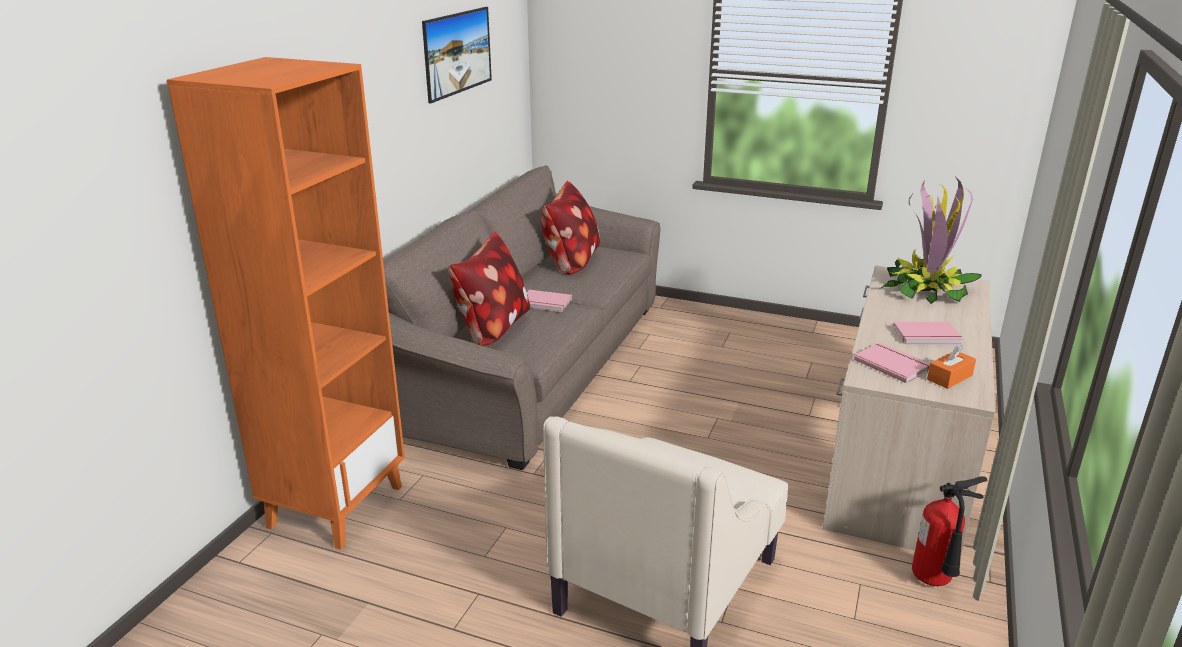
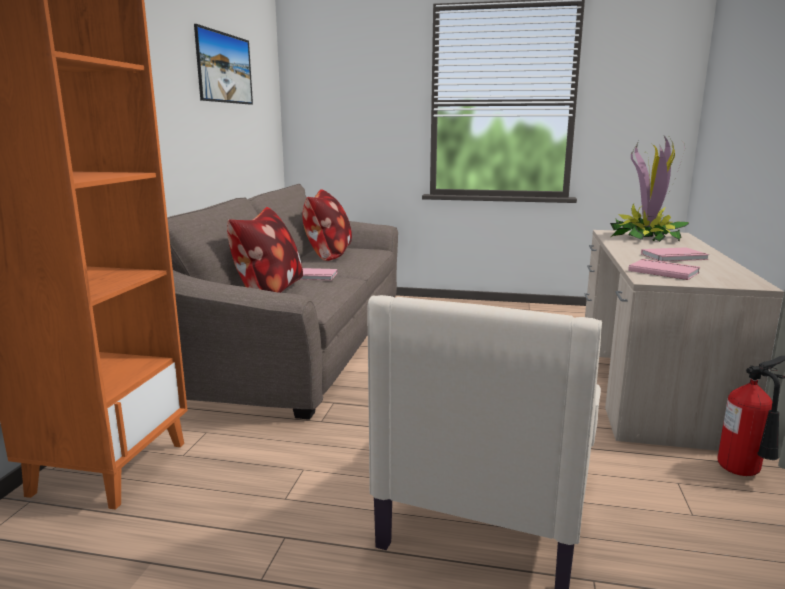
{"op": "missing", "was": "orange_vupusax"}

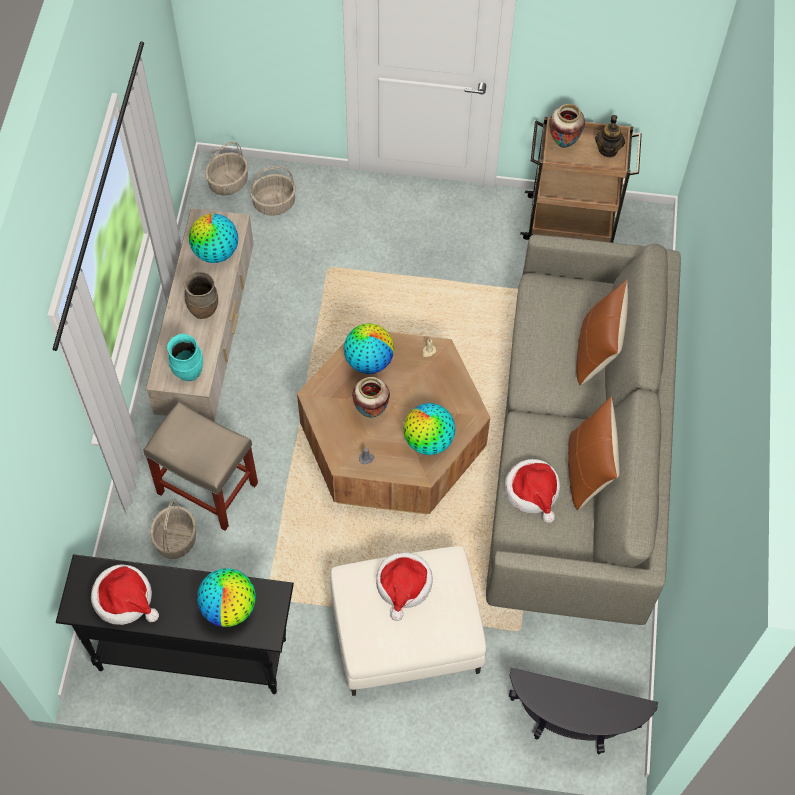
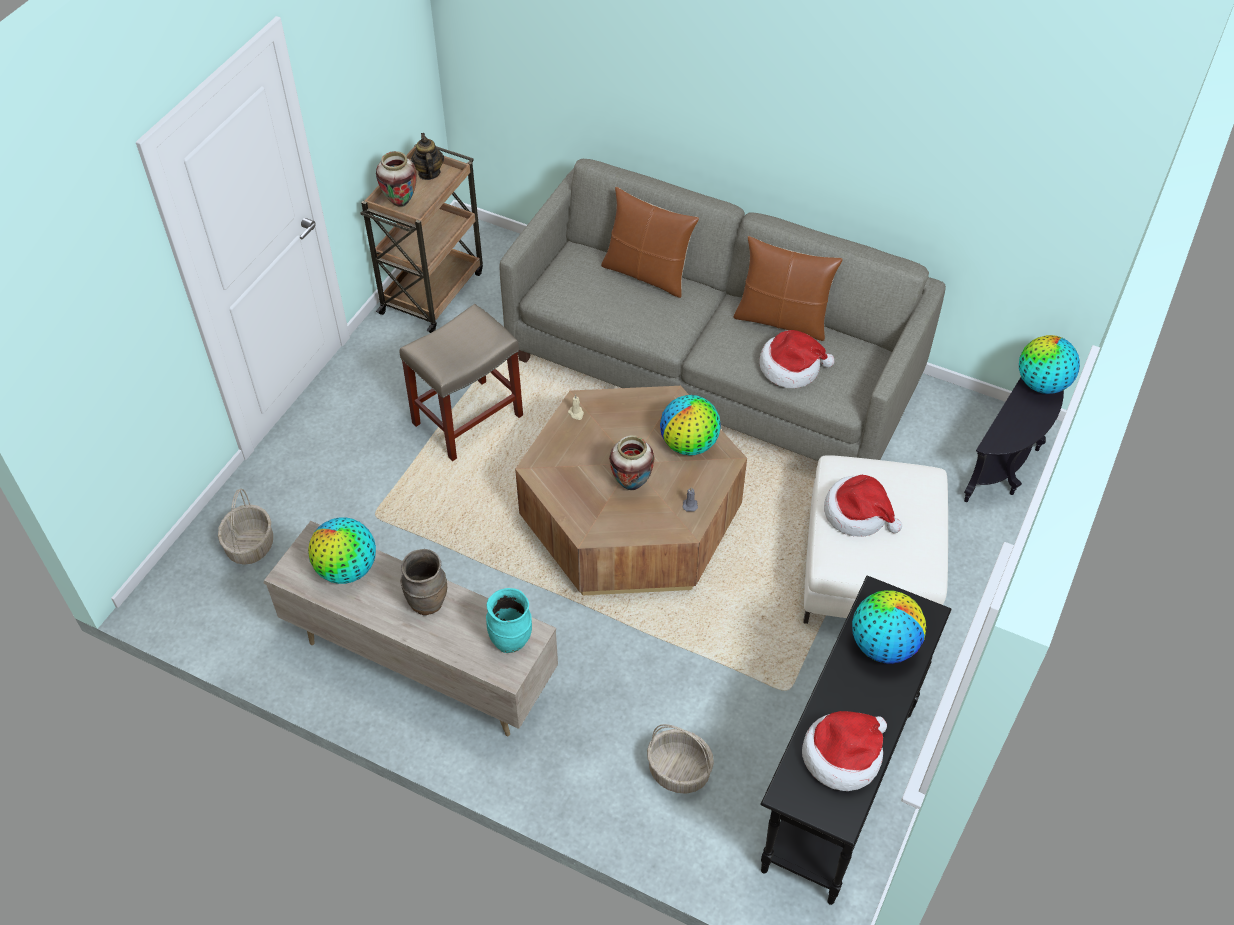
{"op": "relocated", "was": "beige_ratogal"}
{"op": "spun", "was": "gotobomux", "clockwise": -135}
{"op": "relocated", "was": "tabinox (no. 3 from left in the first image)", "now": "tabinox (no. 4 from left)"}
{"op": "missing", "was": "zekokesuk (no. 2 from left)"}

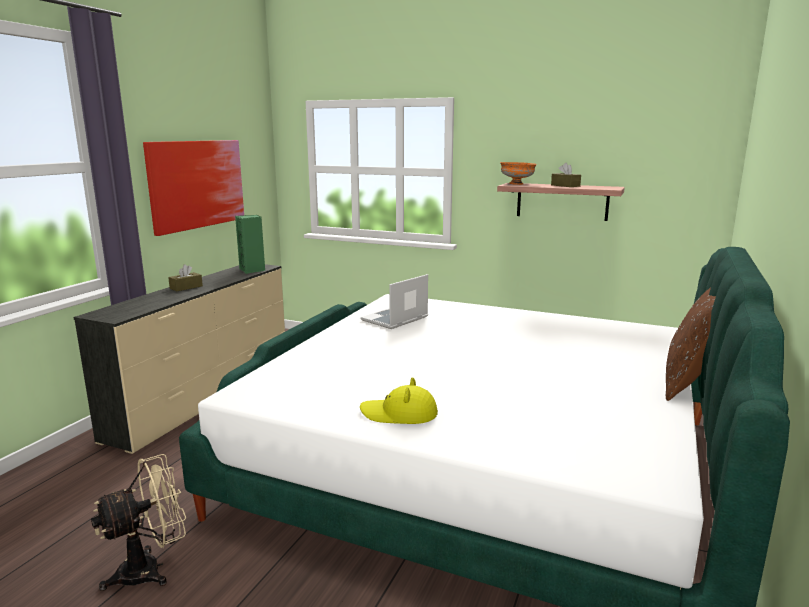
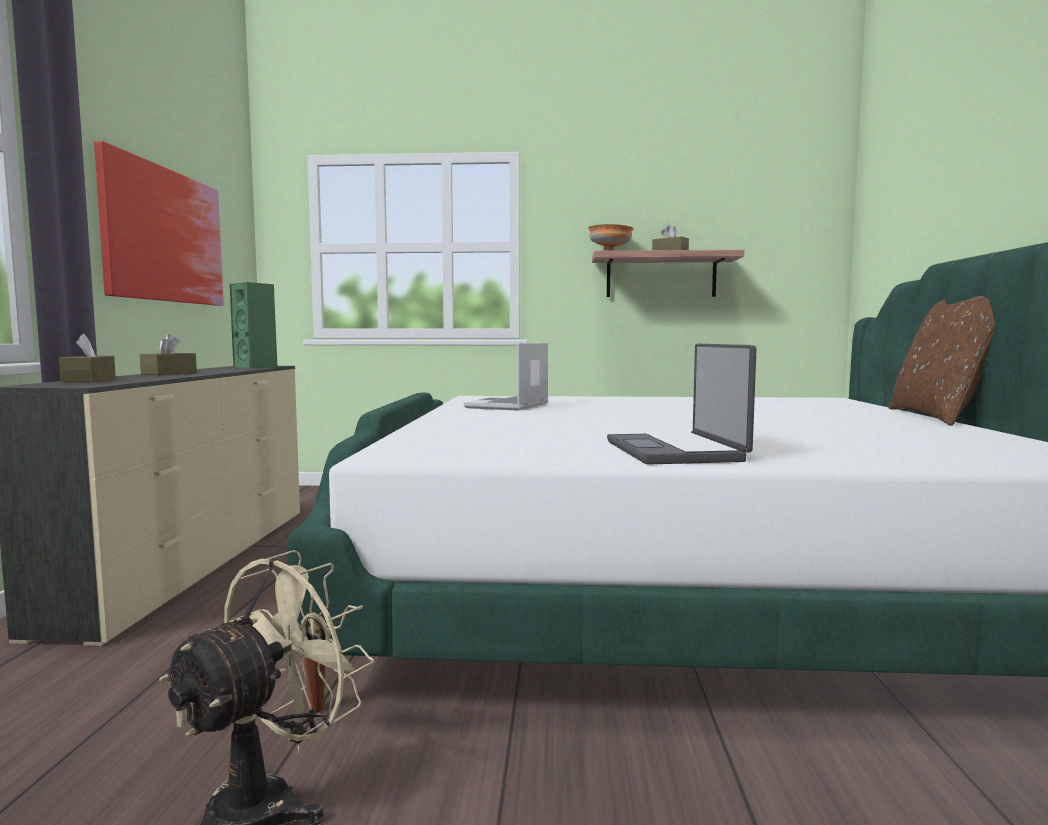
{"op": "appeared", "now": "brown_vupusax (no. 1 from left)"}
{"op": "exchanged", "was": "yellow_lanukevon", "now": "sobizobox (no. 2 from left)"}

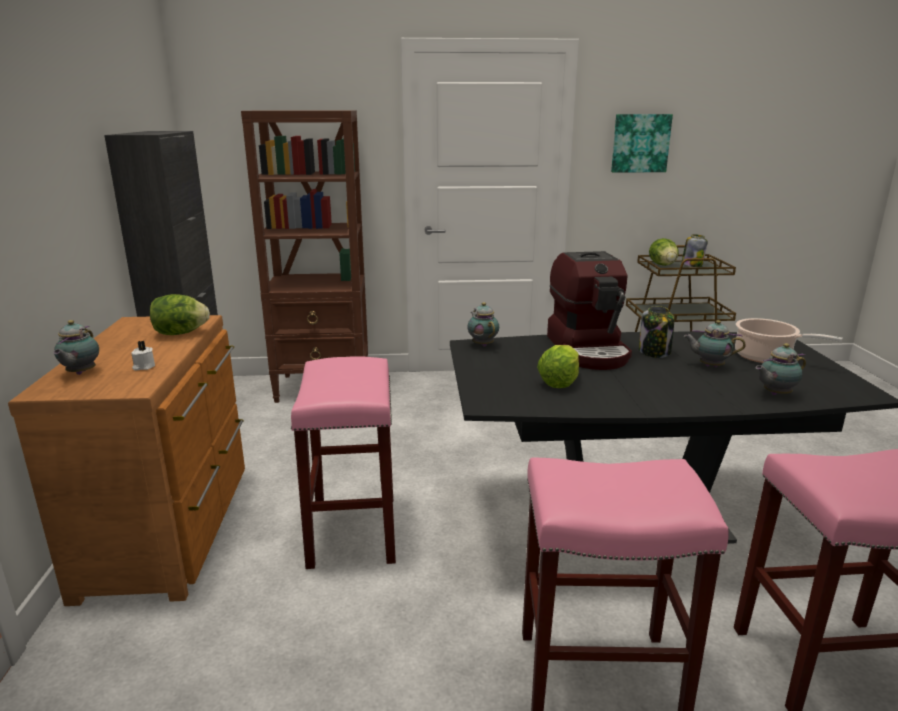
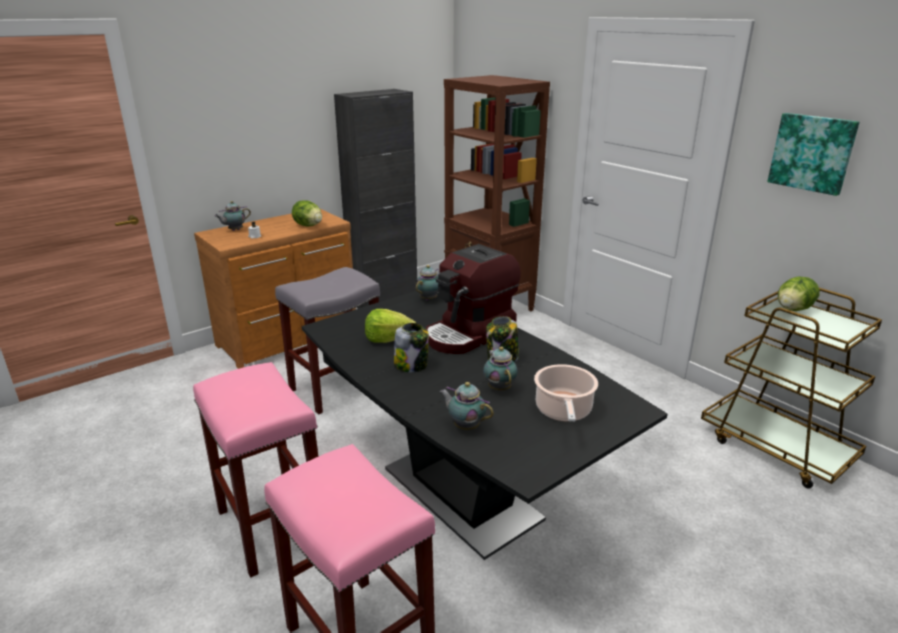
{"op": "colour", "was": "pink_ratogal (no. 1 from left)", "now": "grey_ratogal"}
{"op": "relocated", "was": "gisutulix (no. 2 from left in the first image)", "now": "gisutulix (no. 1 from left)"}

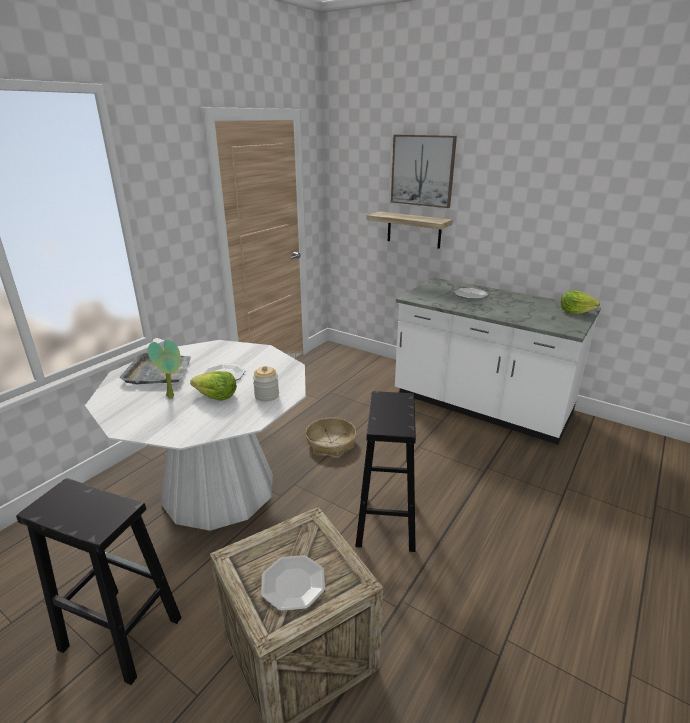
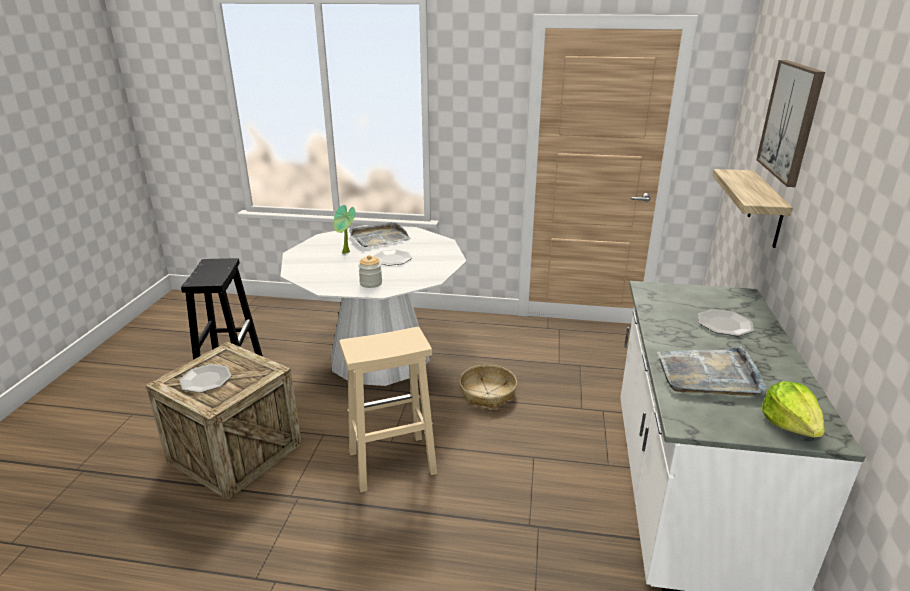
{"op": "colour", "was": "black_ratogal (no. 2 from left)", "now": "beige_ratogal"}
{"op": "appeared", "now": "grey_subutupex (no. 2 from left)"}
{"op": "missing", "was": "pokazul (no. 1 from left)"}

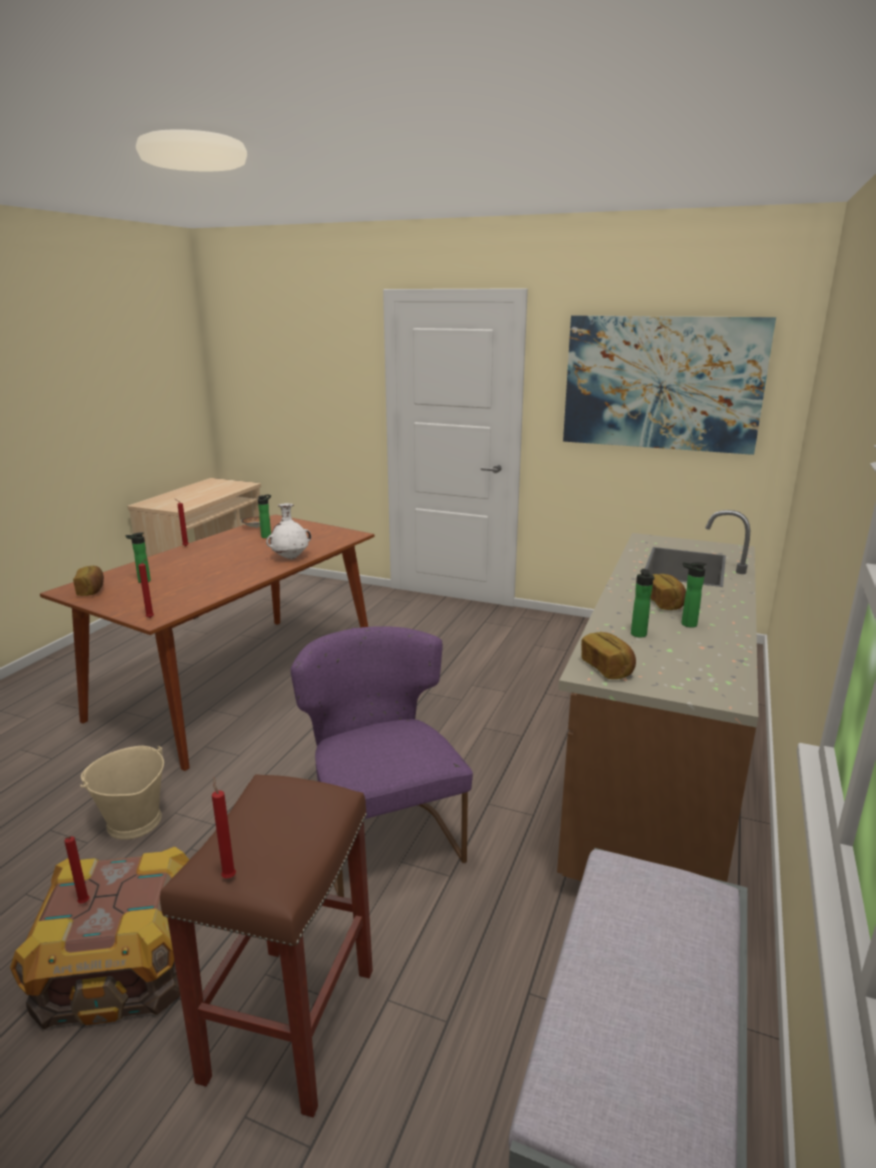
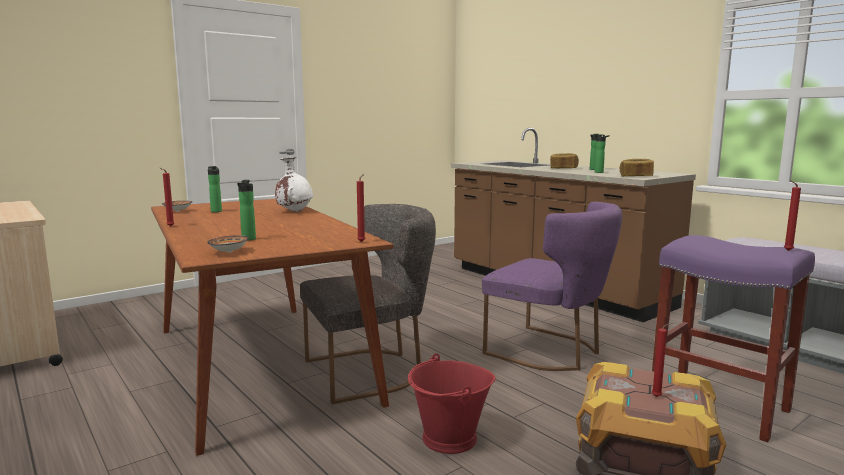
{"op": "exchanged", "was": "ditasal (no. 1 from left)", "now": "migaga (no. 2 from left)"}
{"op": "appeared", "now": "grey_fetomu"}
{"op": "colour", "was": "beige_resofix", "now": "red_resofix"}
{"op": "spun", "was": "purple_fetomu", "clockwise": -150}
{"op": "colour", "was": "brown_ratogal", "now": "purple_ratogal"}
{"op": "missing", "was": "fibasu"}

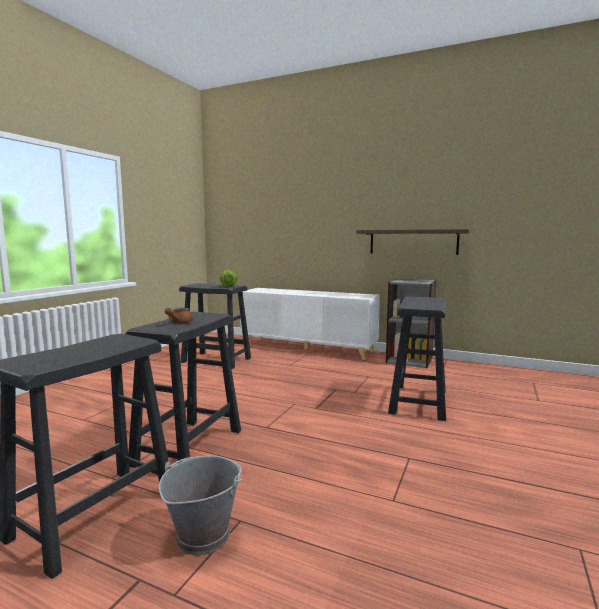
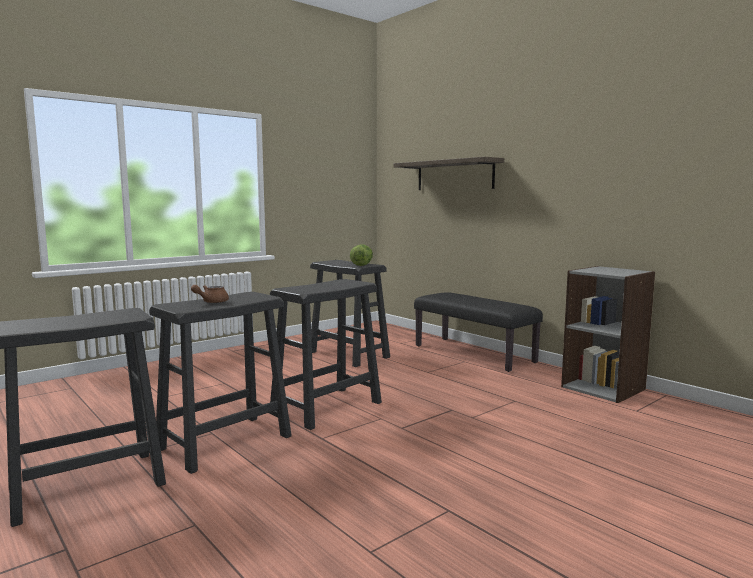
{"op": "relocated", "was": "black_ratogal (no. 4 from left in the first image)", "now": "black_ratogal (no. 3 from left)"}
{"op": "relocated", "was": "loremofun"}
{"op": "exchanged", "was": "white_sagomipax", "now": "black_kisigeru"}
{"op": "missing", "was": "grey_resofix"}

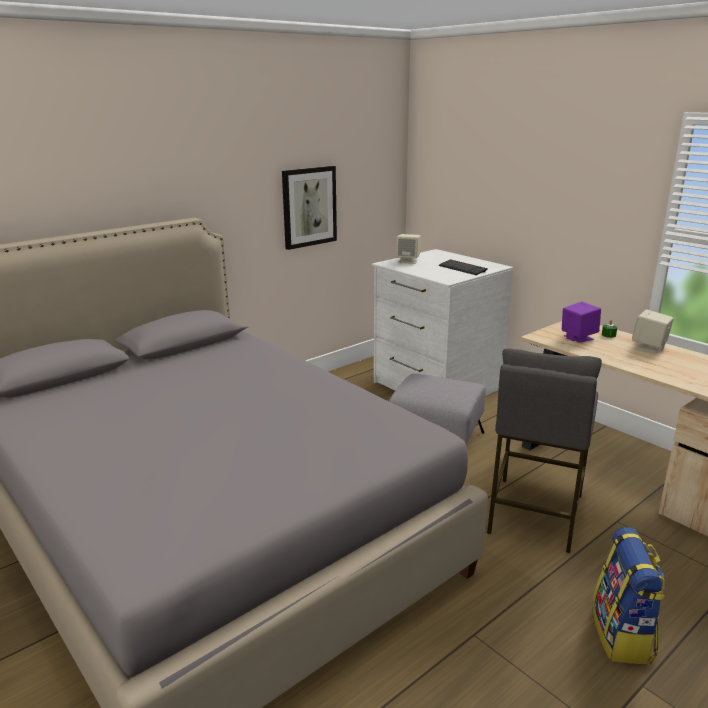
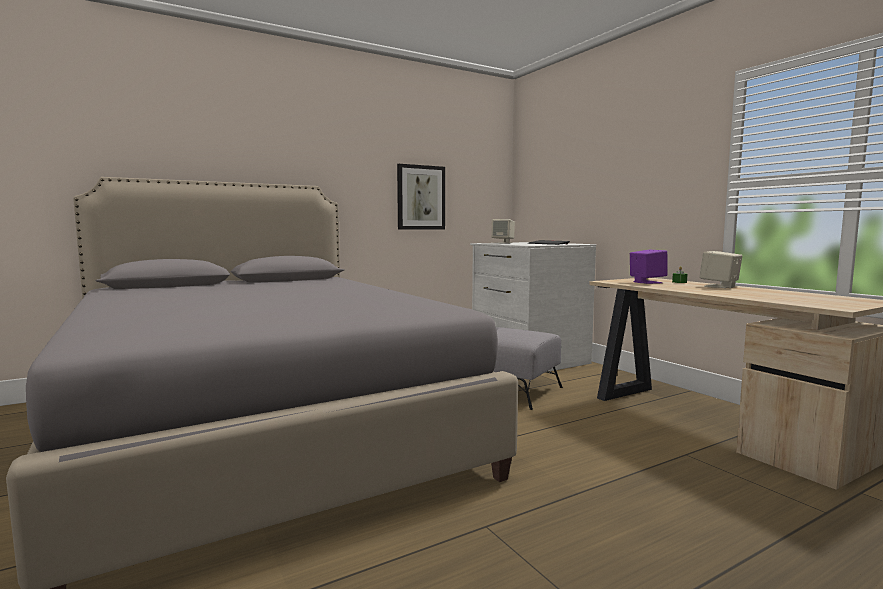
{"op": "missing", "was": "grey_ratogal"}
{"op": "missing", "was": "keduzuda"}

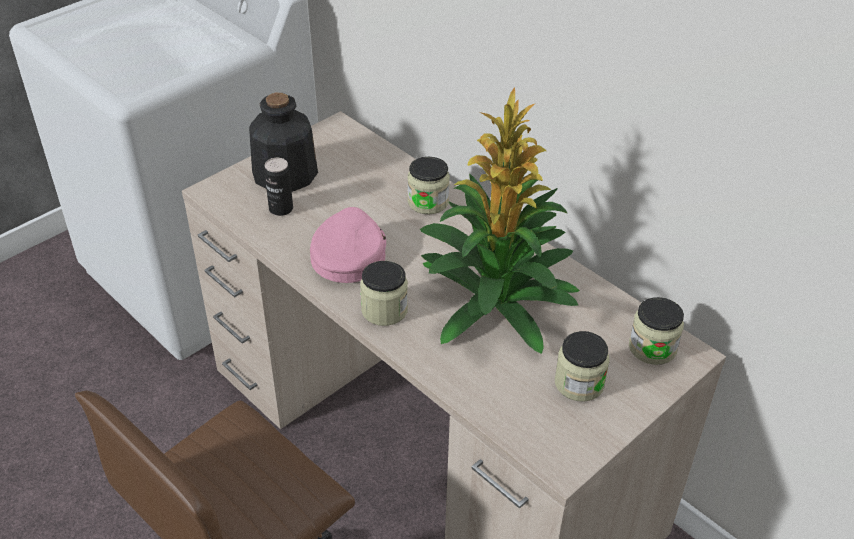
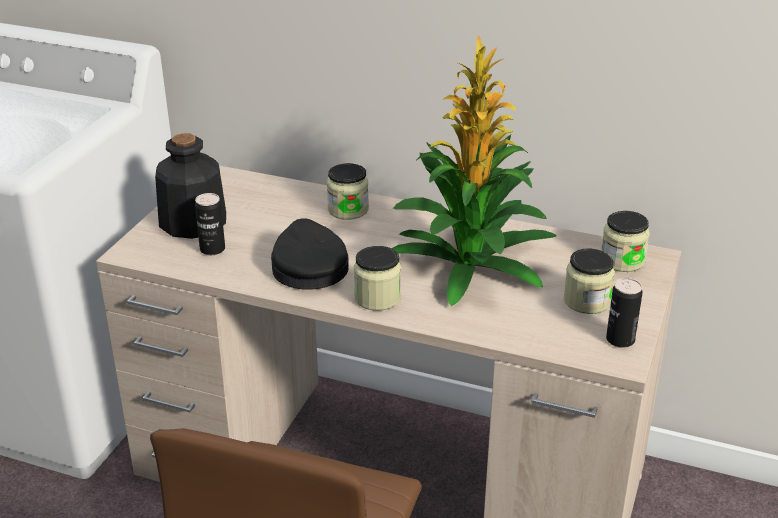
{"op": "colour", "was": "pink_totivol", "now": "black_totivol"}
{"op": "appeared", "now": "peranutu (no. 2 from left)"}

